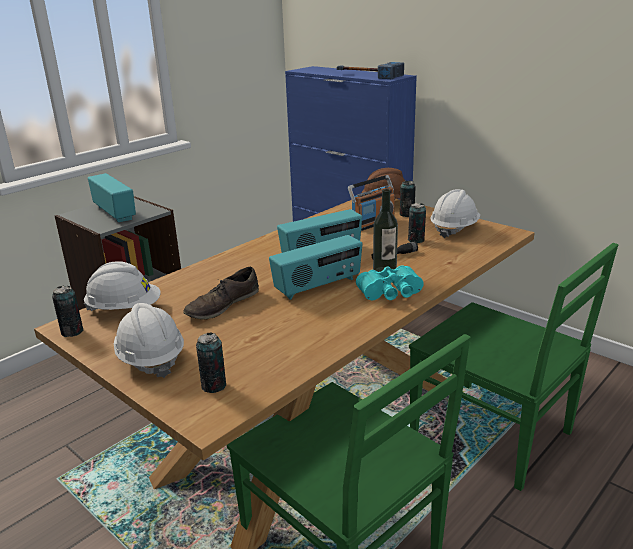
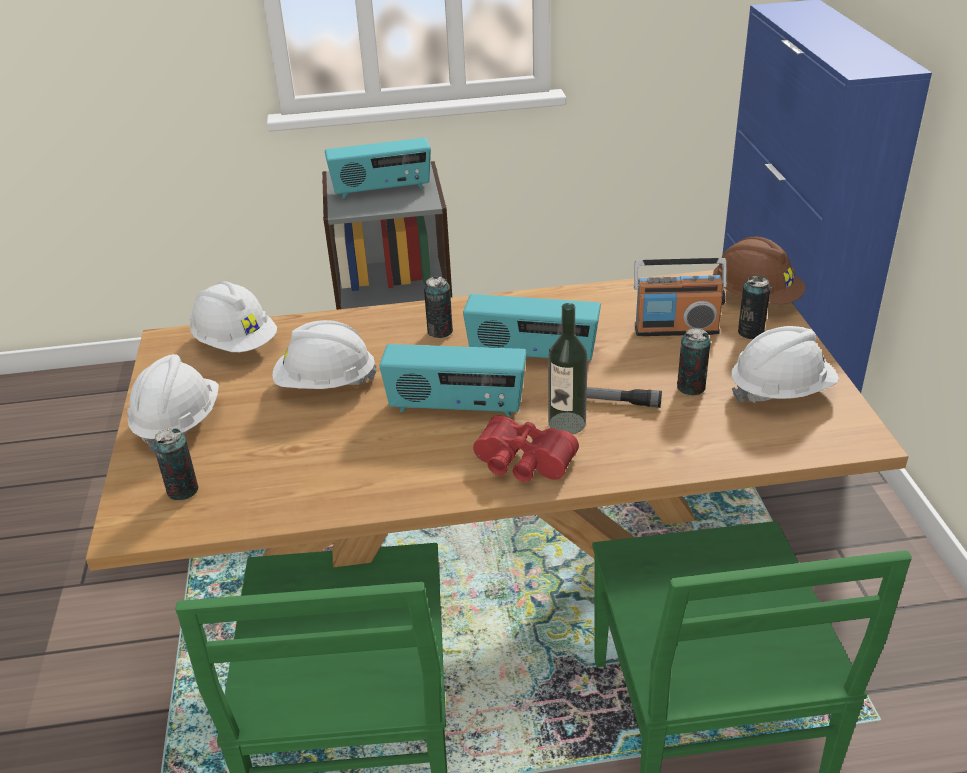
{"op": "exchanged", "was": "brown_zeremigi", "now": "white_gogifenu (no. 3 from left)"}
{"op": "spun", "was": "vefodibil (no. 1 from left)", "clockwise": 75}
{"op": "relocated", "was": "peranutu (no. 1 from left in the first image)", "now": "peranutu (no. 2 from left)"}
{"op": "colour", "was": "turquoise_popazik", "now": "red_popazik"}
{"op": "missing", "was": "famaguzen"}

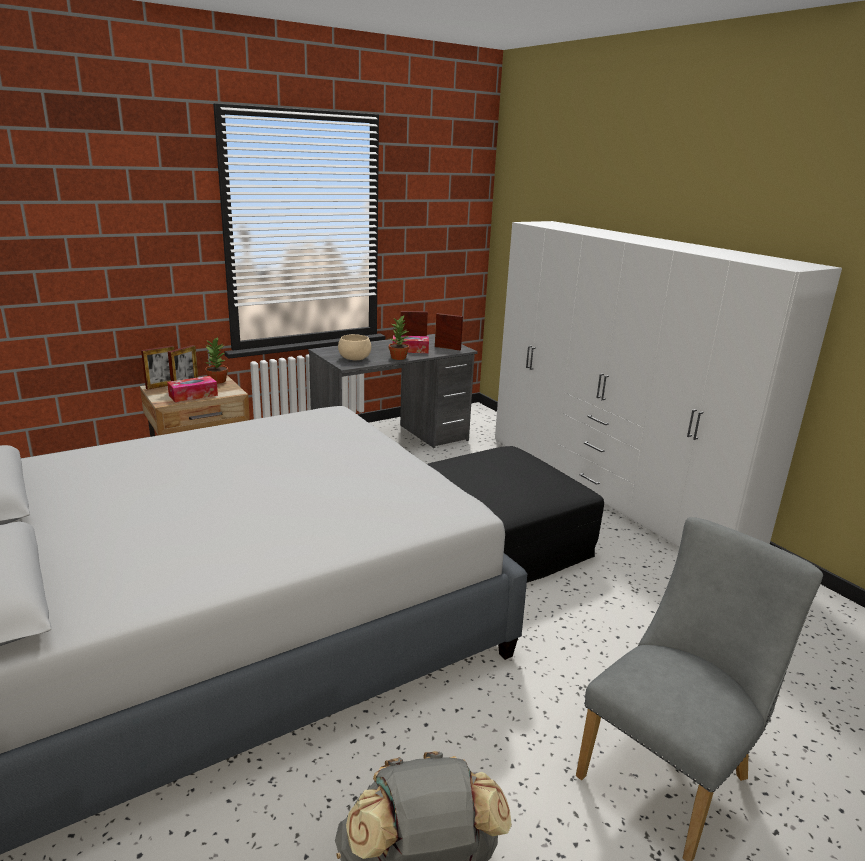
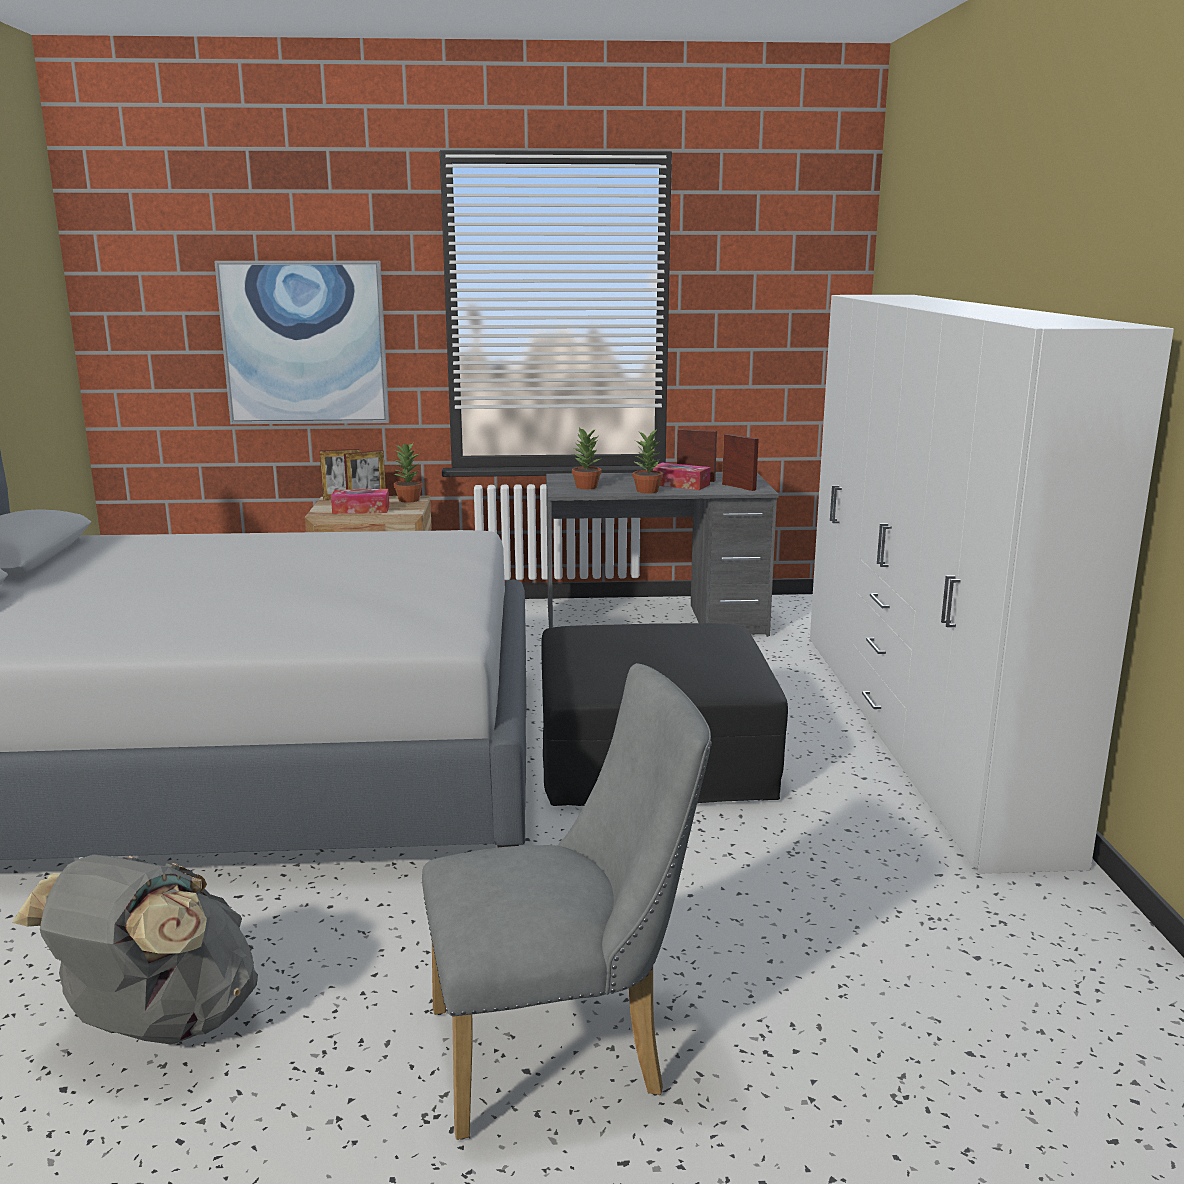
{"op": "appeared", "now": "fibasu"}
{"op": "exchanged", "was": "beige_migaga", "now": "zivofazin (no. 2 from left)"}

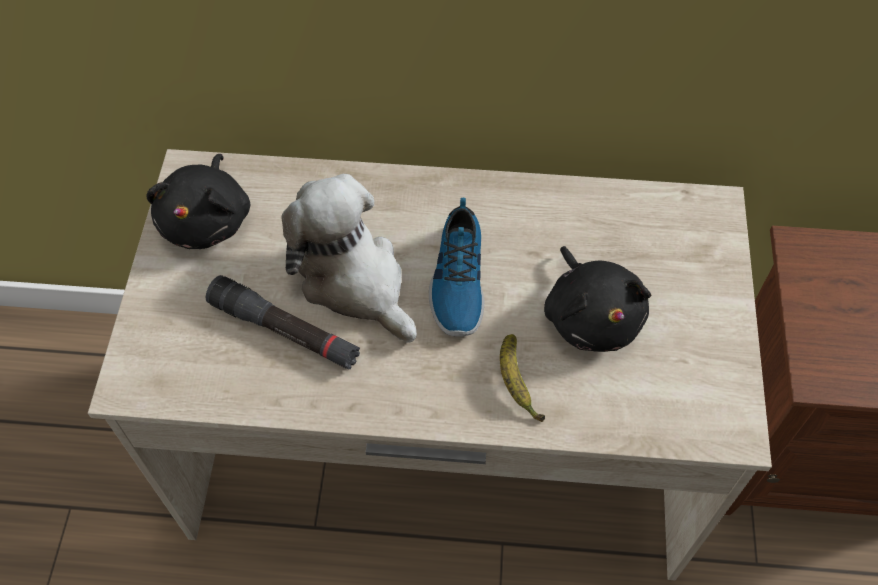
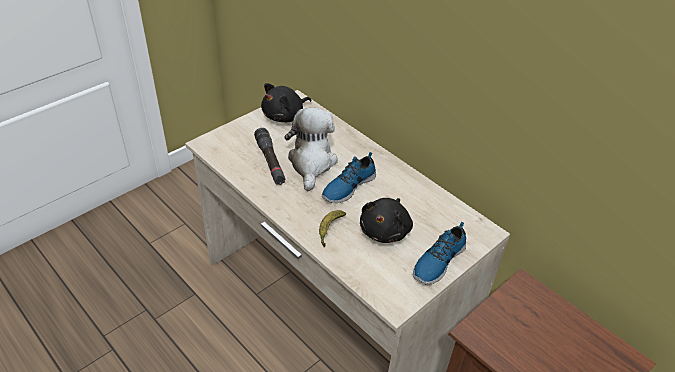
{"op": "appeared", "now": "zeremigi (no. 2 from left)"}

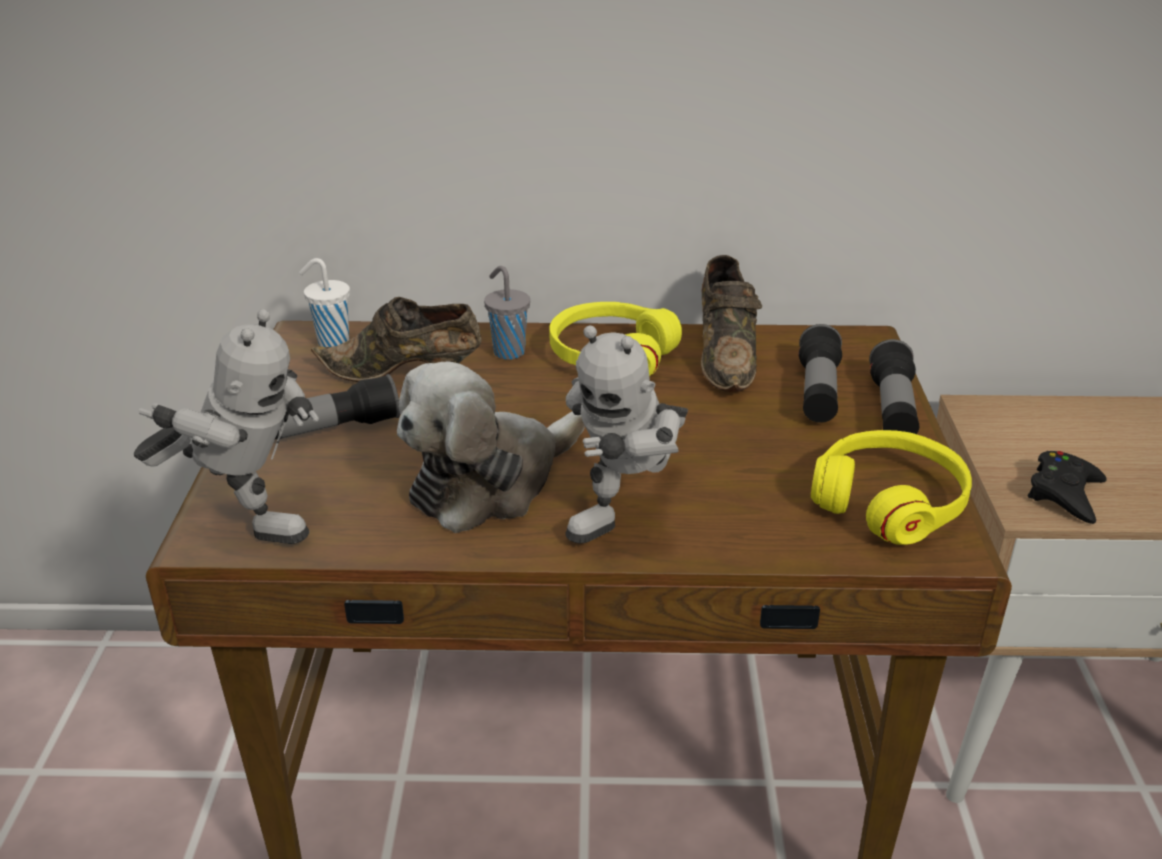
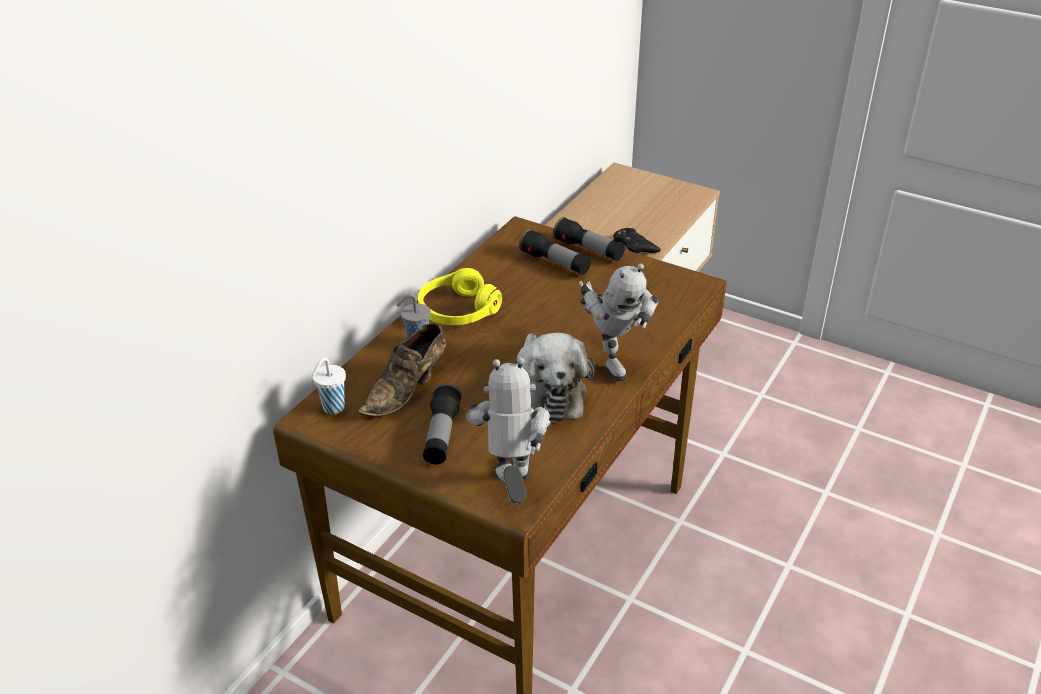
{"op": "spun", "was": "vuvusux (no. 1 from left)", "clockwise": -45}
{"op": "missing", "was": "brown_zeremigi (no. 2 from left)"}
{"op": "missing", "was": "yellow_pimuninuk (no. 2 from left)"}

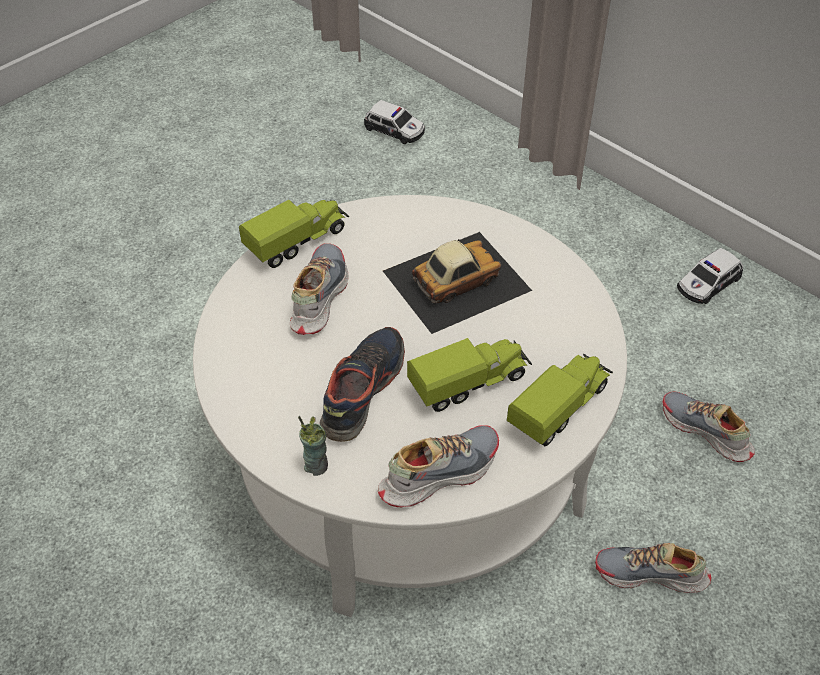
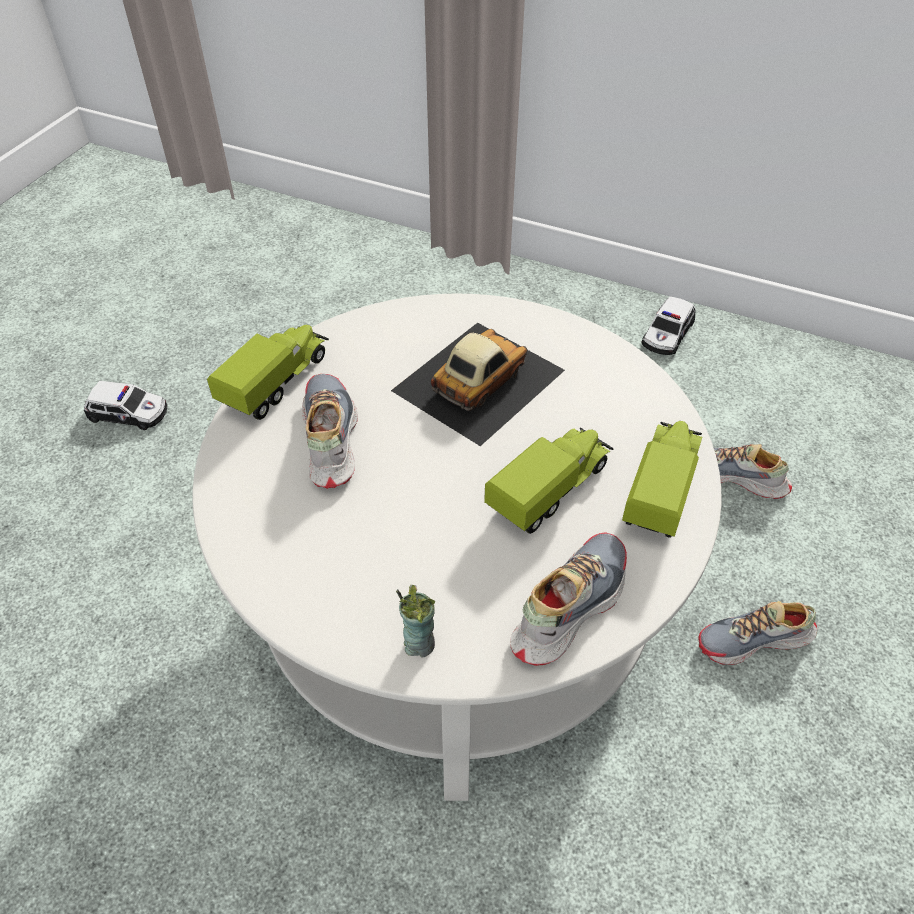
{"op": "relocated", "was": "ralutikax (no. 1 from left)"}
{"op": "missing", "was": "zeremigi (no. 2 from left)"}

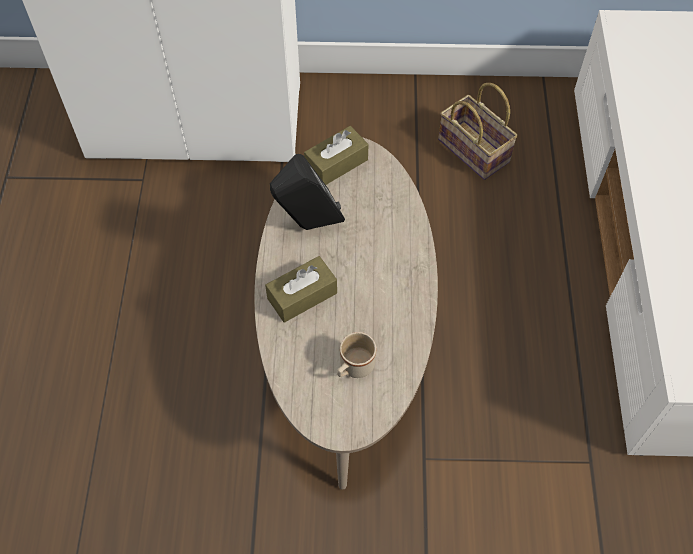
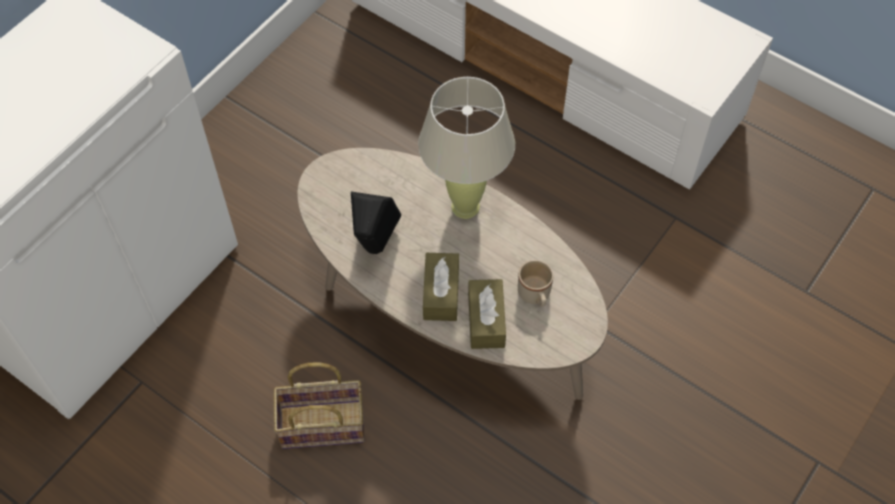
{"op": "relocated", "was": "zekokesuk"}
{"op": "appeared", "now": "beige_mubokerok"}
{"op": "relocated", "was": "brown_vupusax (no. 2 from left)"}

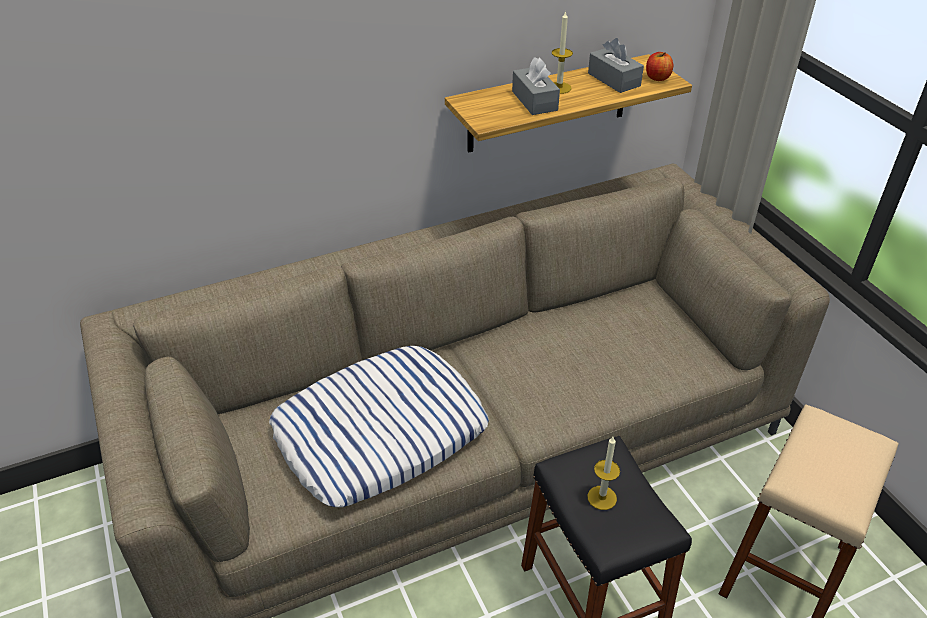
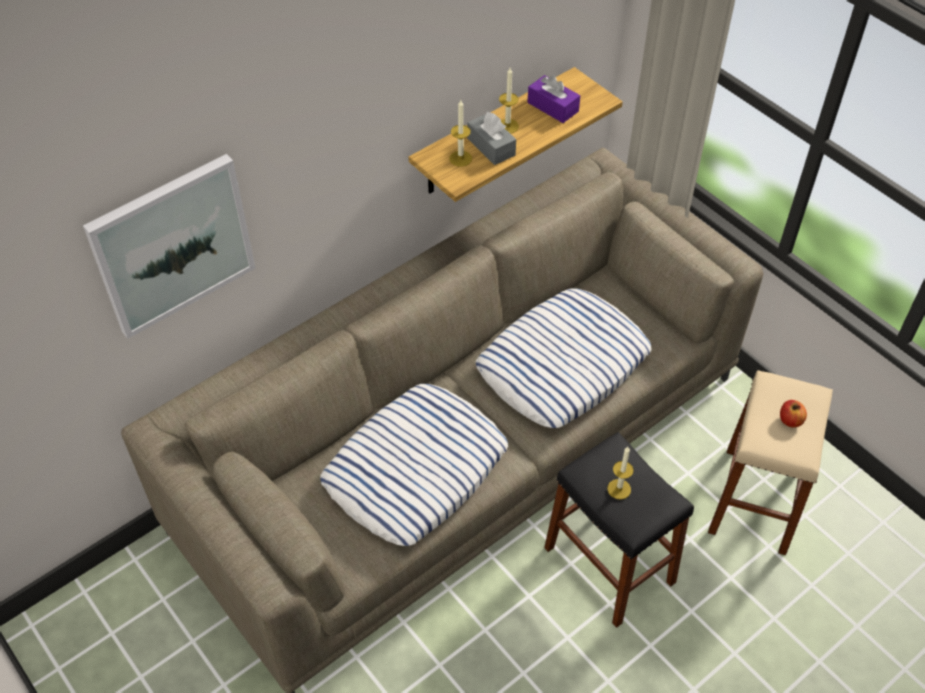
{"op": "appeared", "now": "fibasu"}
{"op": "appeared", "now": "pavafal (no. 1 from left)"}
{"op": "appeared", "now": "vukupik (no. 2 from left)"}
{"op": "colour", "was": "grey_vupusax (no. 2 from left)", "now": "purple_vupusax"}
{"op": "relocated", "was": "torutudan"}

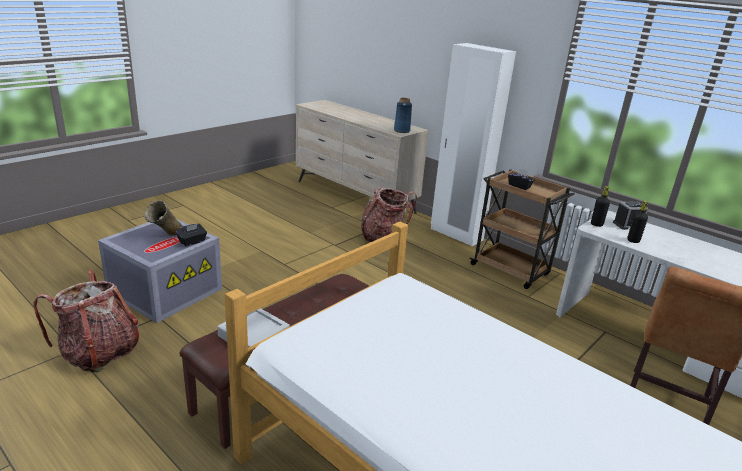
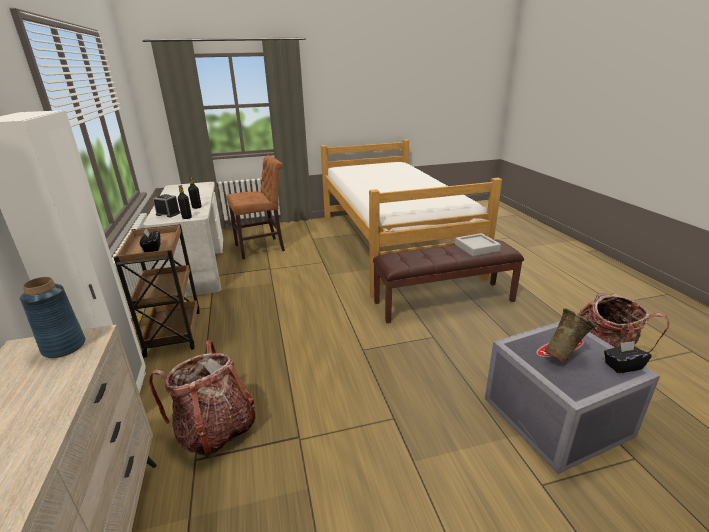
{"op": "relocated", "was": "black_vupusax (no. 1 from left in the first image)", "now": "black_vupusax (no. 2 from left)"}

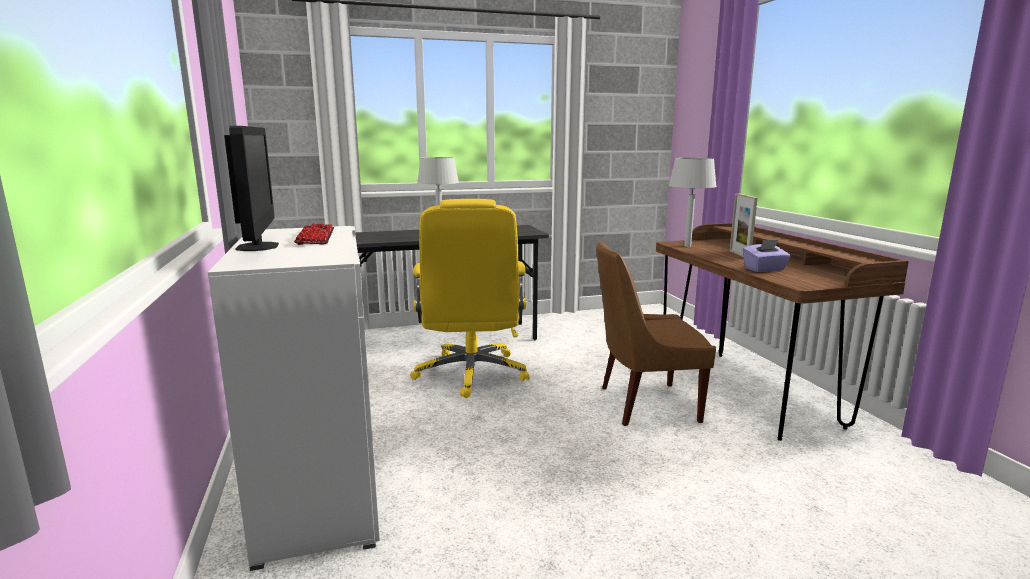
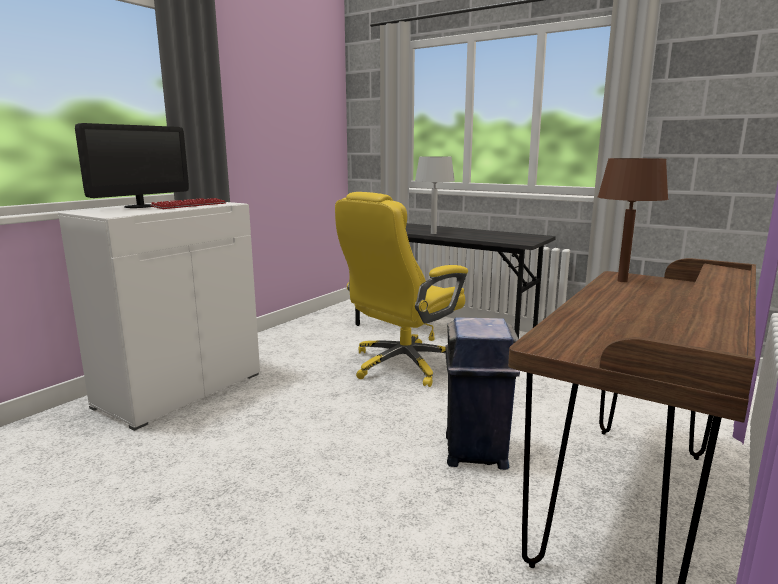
{"op": "exchanged", "was": "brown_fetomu", "now": "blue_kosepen"}
{"op": "colour", "was": "grey_mubokerok (no. 2 from left)", "now": "brown_mubokerok"}
{"op": "missing", "was": "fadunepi"}
{"op": "missing", "was": "purple_vupusax"}

